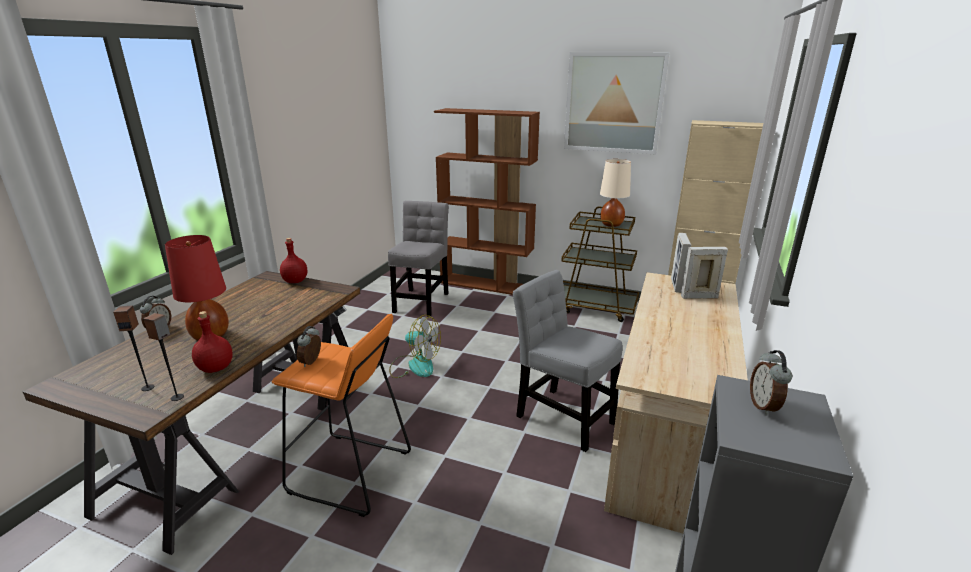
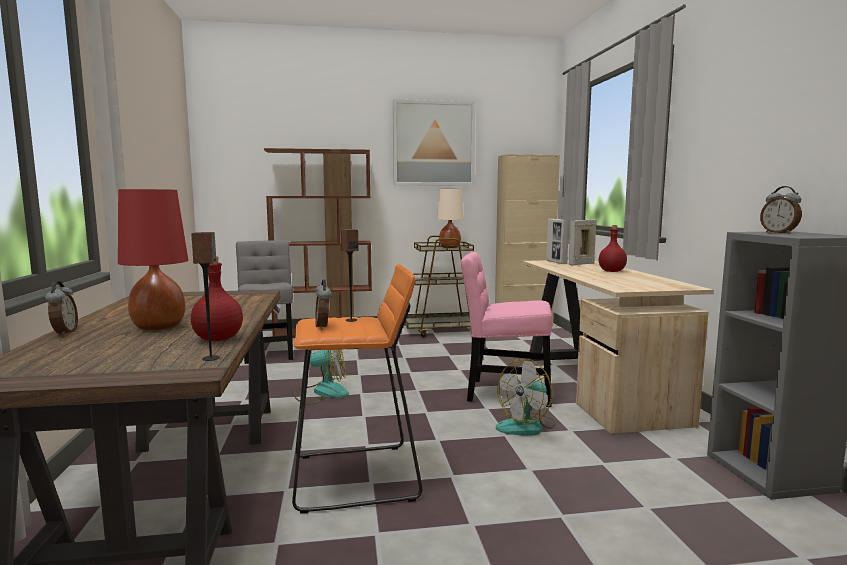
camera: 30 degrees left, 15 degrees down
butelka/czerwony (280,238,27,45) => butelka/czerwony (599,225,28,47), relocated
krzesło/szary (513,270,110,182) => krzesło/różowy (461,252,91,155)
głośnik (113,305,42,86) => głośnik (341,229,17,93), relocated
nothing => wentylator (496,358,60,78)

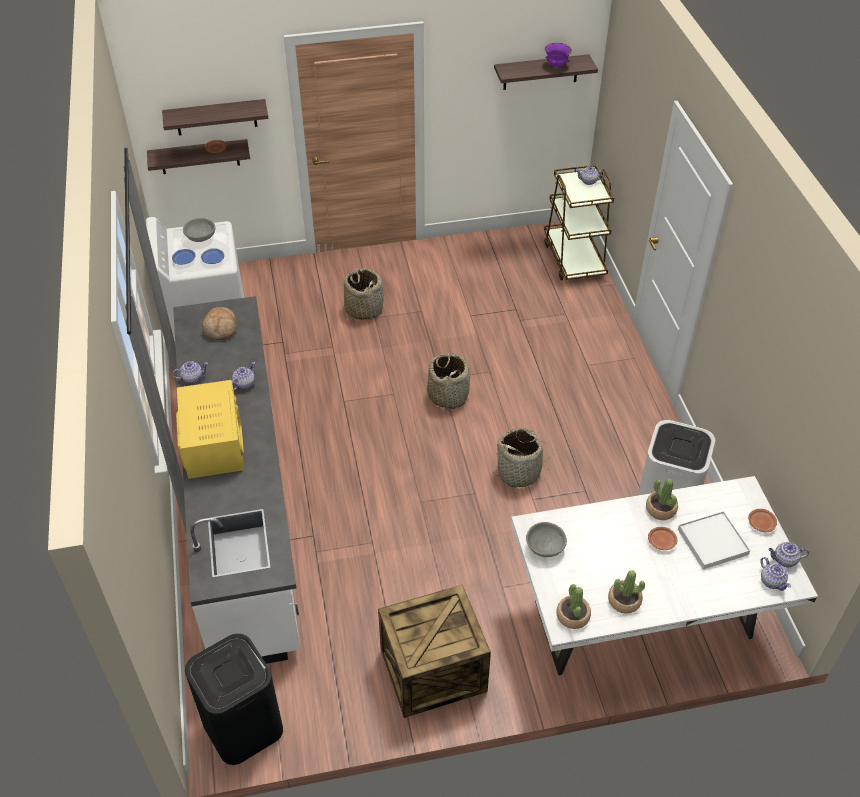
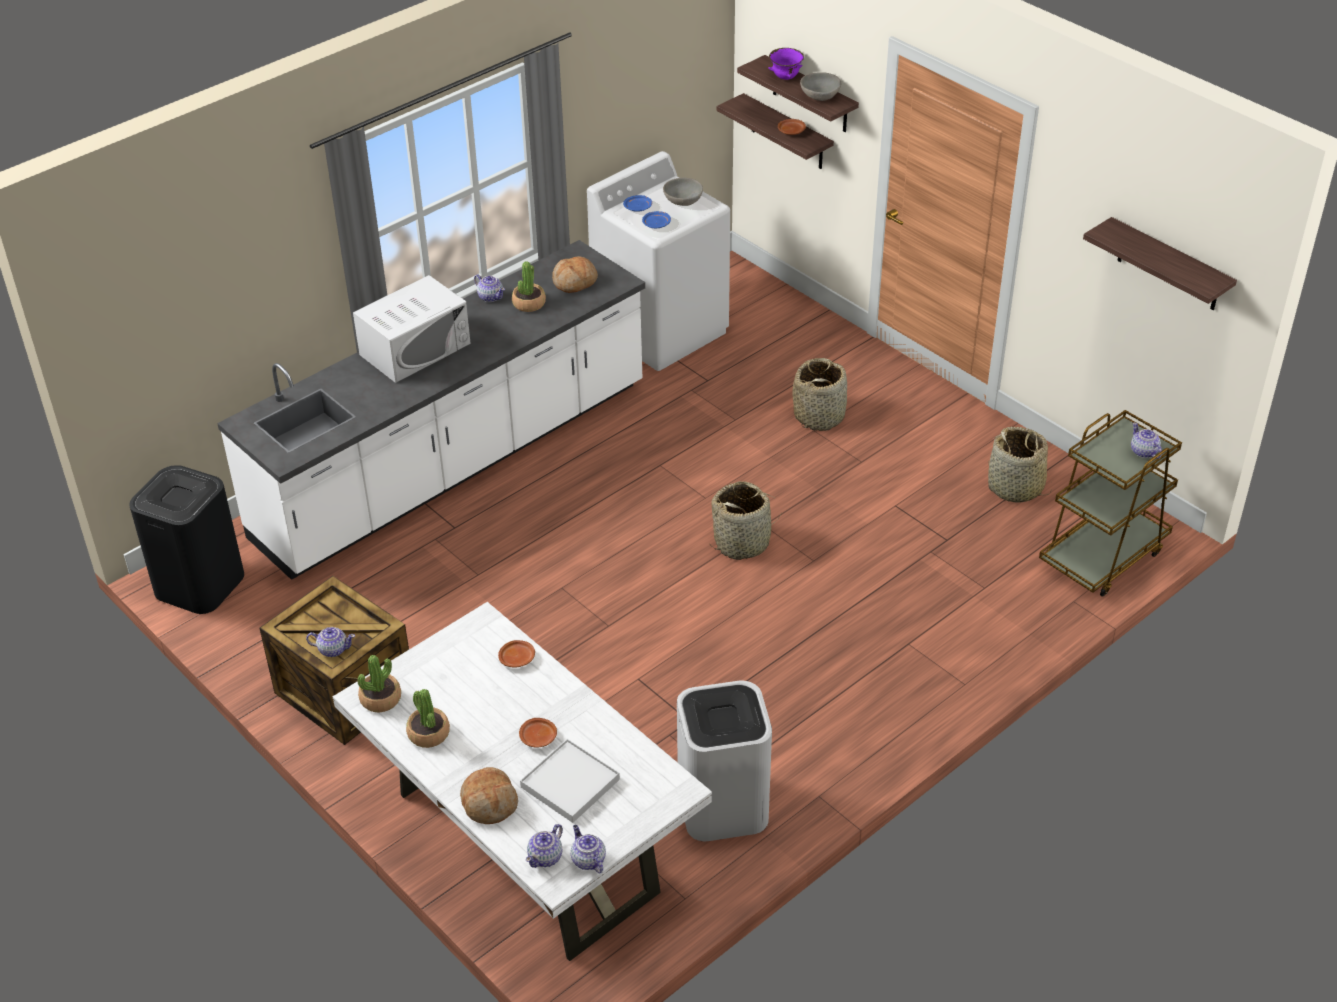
camera: 60 degrees right, 5 degrees down
miska/fioletowy (545,43,27,24) => miska/fioletowy (768,48,36,32), relocated
imbryk (232,362,23,28) => imbryk (306,627,49,30), relocated
mikrofalówka/żółty (176,380,68,99) => mikrofalówka/biały (353,275,118,108)
koszyk (493,427,60,60) => koszyk (988,427,64,76), relocated
roślina doniczkowa (646,479,32,41) => roślina doniczkowa (512,262,34,50), relocated
talerz/brązowy (748,509,29,23) => talerz/brązowy (498,640,37,28), relocated
miska/szary (526,522,41,35) => miska/szary (800,72,41,29), relocated
nothing => chleb (460,767,58,57)

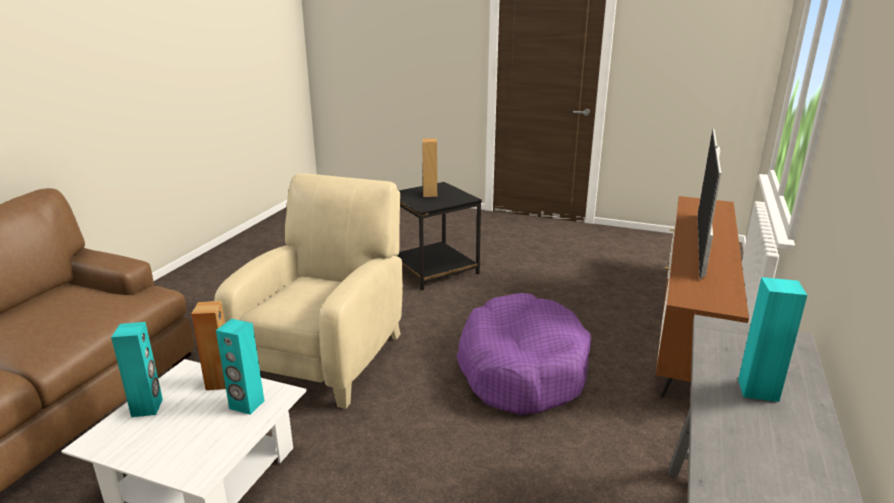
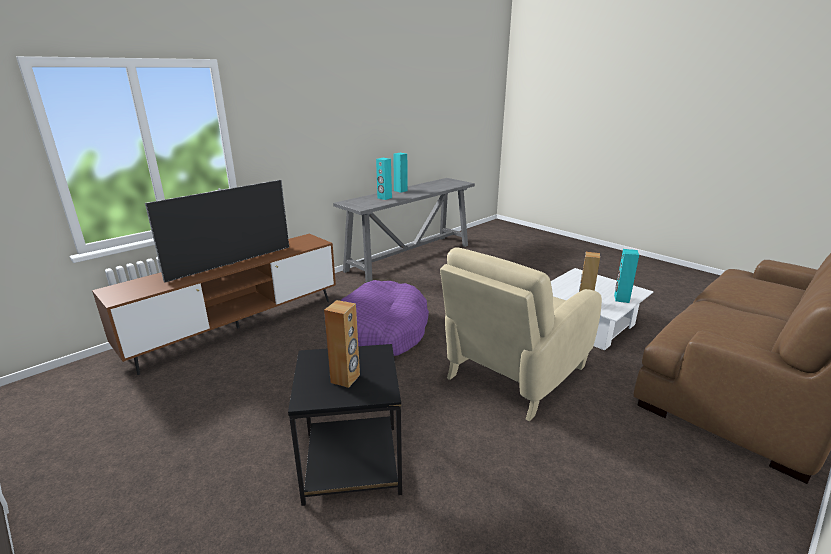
camera: 155 degrees left, 0 degrees up
głośnik/turkusowy (216,319,48,96) => głośnik/turkusowy (393,153,15,40), relocated

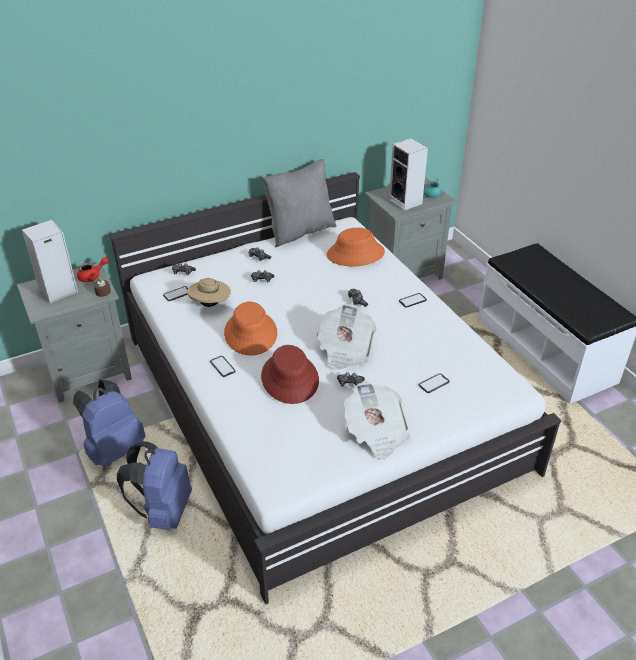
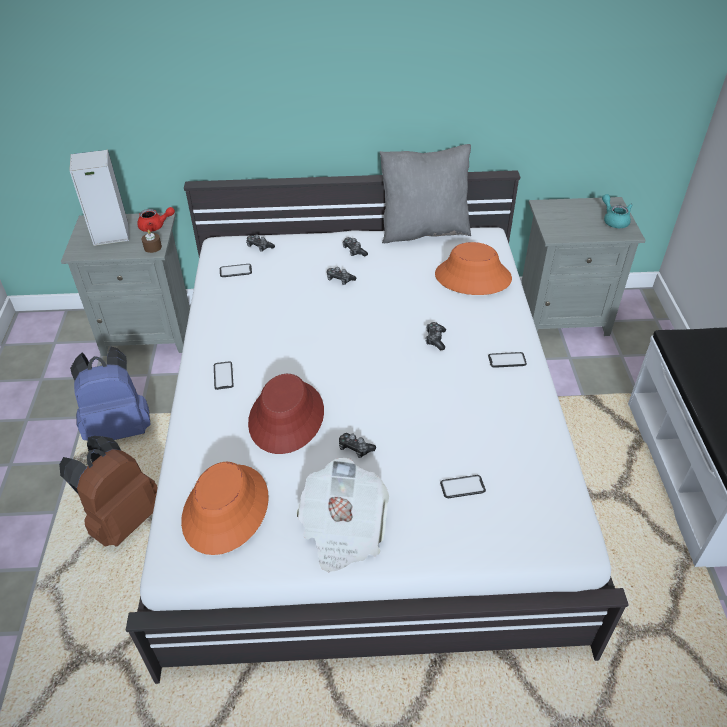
camera: 25 degrees right, 5 degrees up
głośnik (389,138,39,73) => nothing
kapelusz/beżowy (187,278,44,29) => nothing
kapelusz/pomarańczowy (224,302,53,53) => kapelusz/pomarańczowy (181,462,88,93), relocated
gazeta (317,304,59,66) => nothing
plecak/niebieski (117,441,75,89) => plecak/brązowy (59,436,99,111)

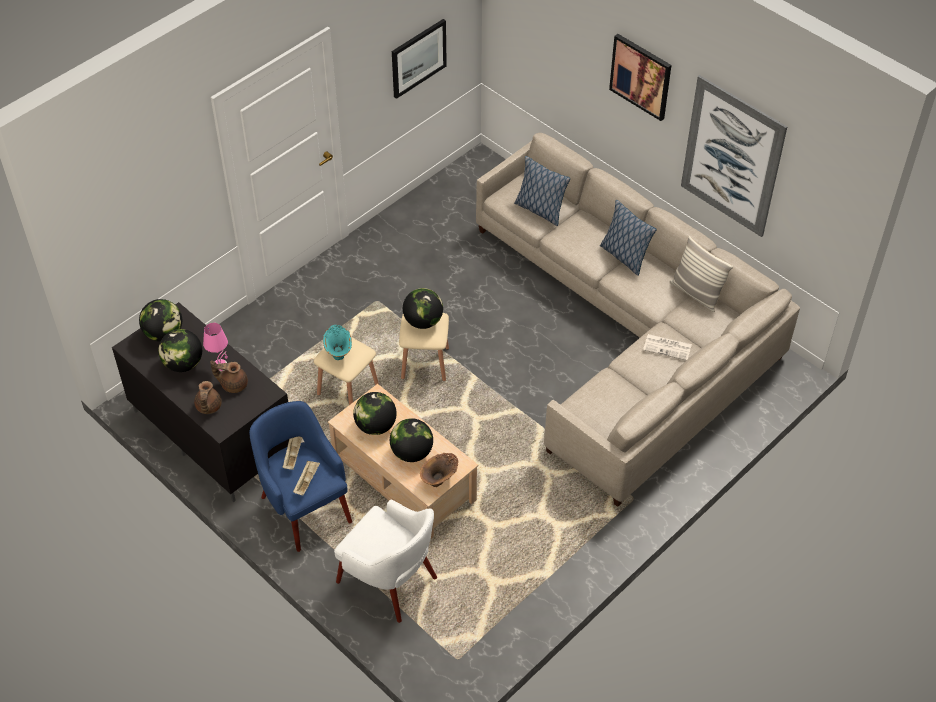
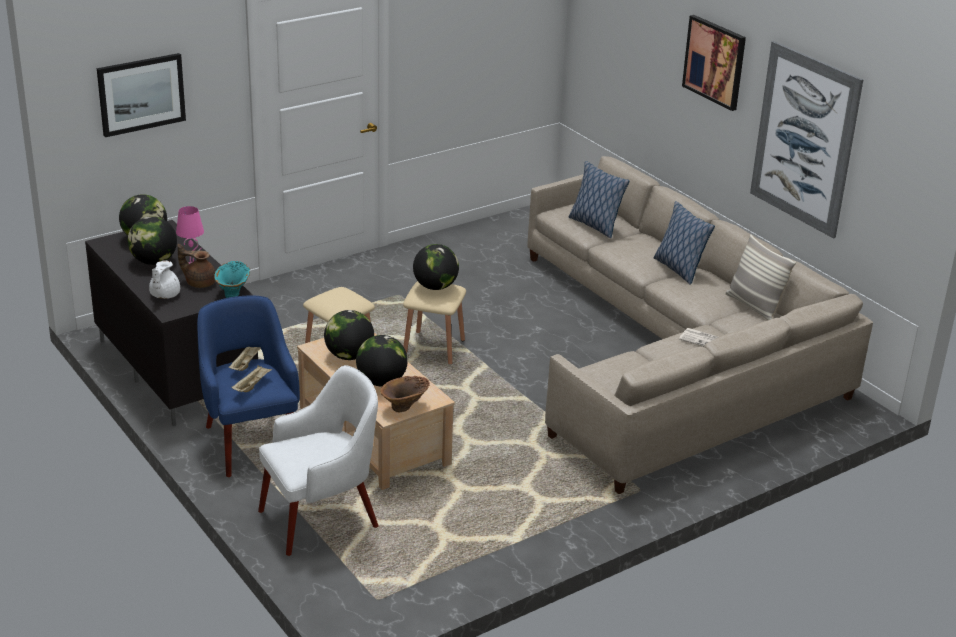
camera: 10 degrees right, 20 degrees down
obraz (392,19,55,80) => obraz (97,53,89,84), relocated
wazon/turkusowy (323,325,29,35) => wazon/turkusowy (214,261,36,37), relocated
imbryk/brązowy (194,381,28,33) => imbryk/biały (149,261,31,38)
fotel/biały (334,500,103,123) => fotel/biały (258,365,121,191), 75 degrees counterclockwise

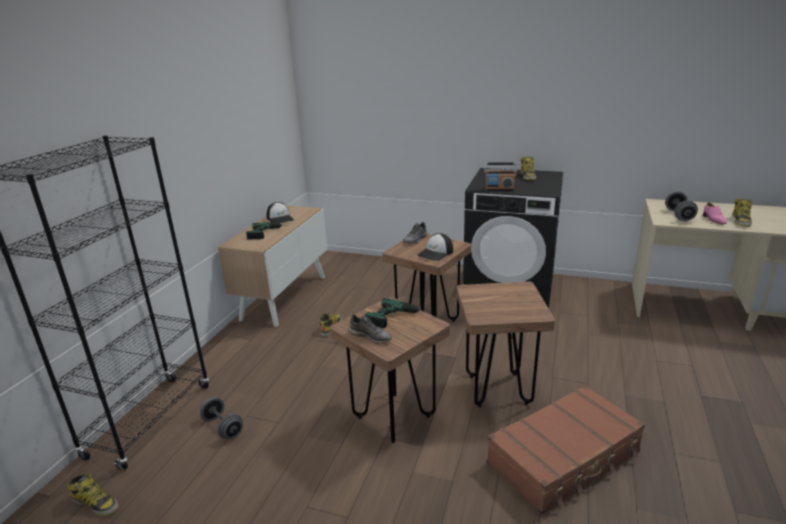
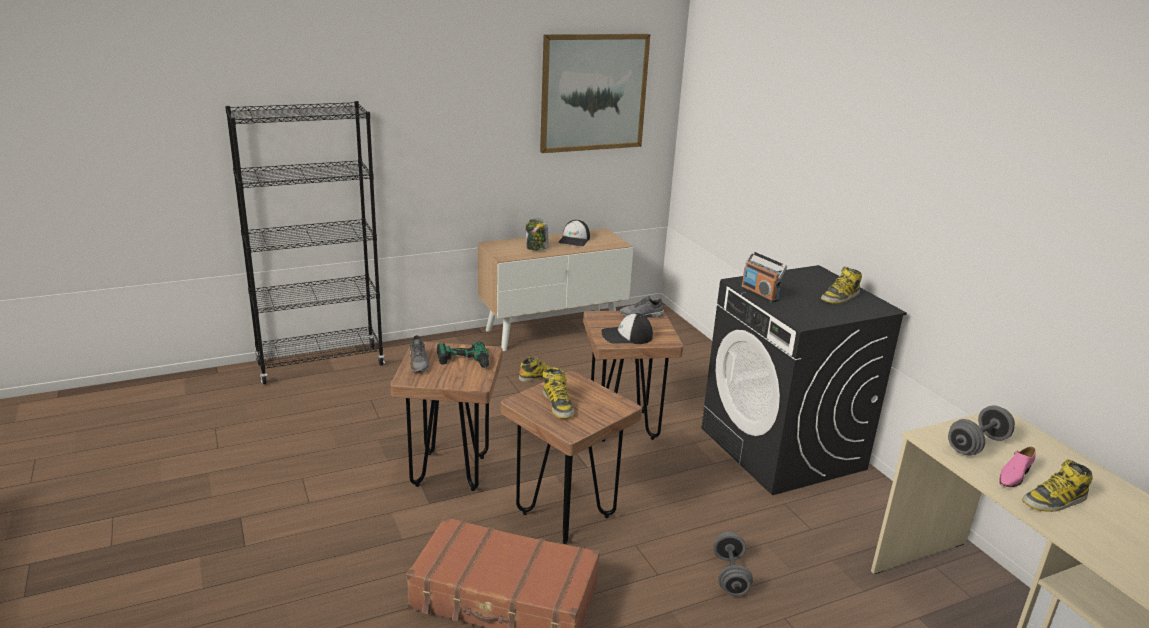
camera: 45 degrees right, 0 degrees up
wiertarka (246,222,37,17) => słoik (526,219,23,31)
hantel/szary (200,397,43,42) => hantel/szary (713,532,40,64), relocated
but z cholewką (68,474,51,42) => but z cholewką (543,369,31,50), relocated
nothing => obraz (540,34,110,119)

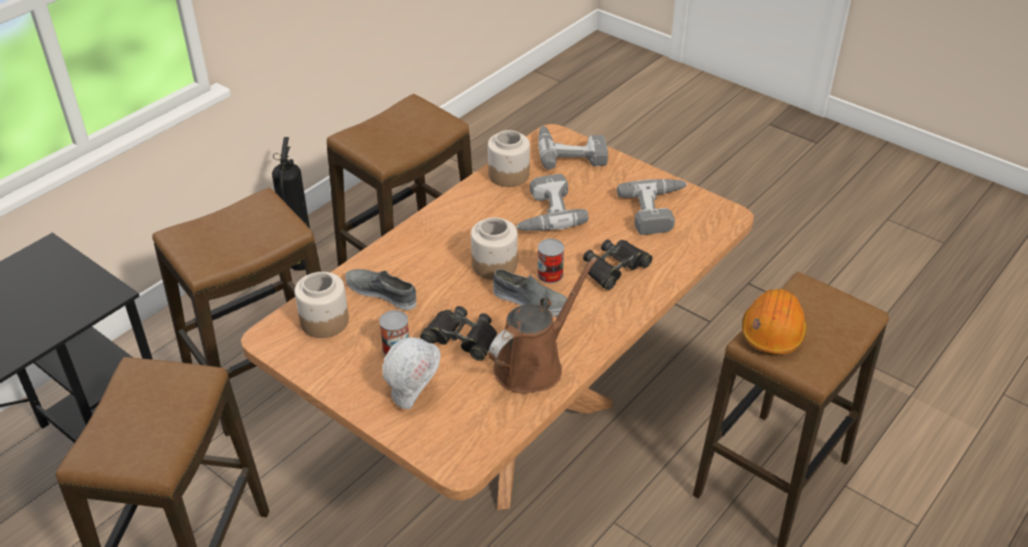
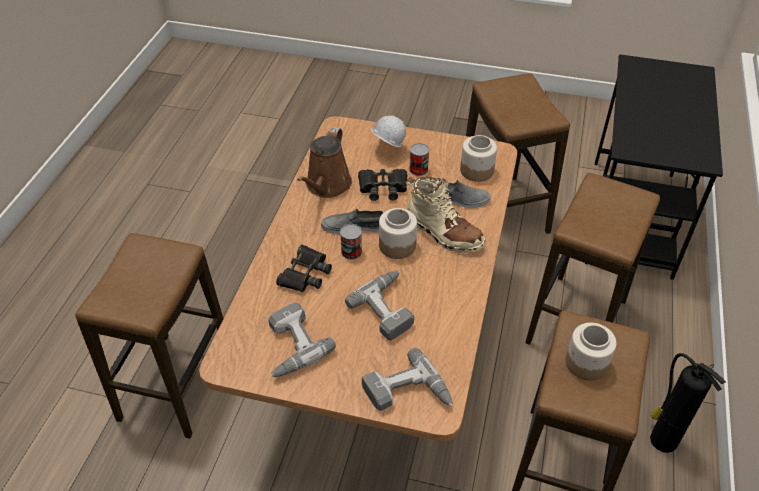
camera: 155 degrees right, 5 degrees up
słoik (488,130,42,57) => słoik (566,323,51,58), relocated
kask/pomarańczowy (742,289,65,66) => nothing
nothing => but z cholewką/beżowy (405,177,81,76)

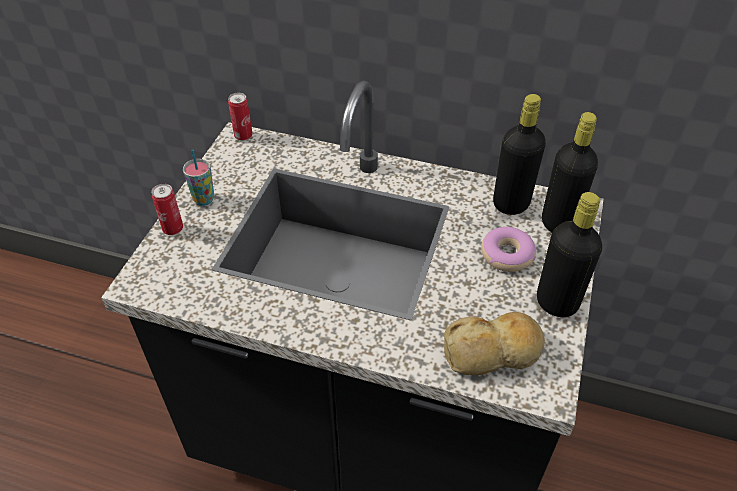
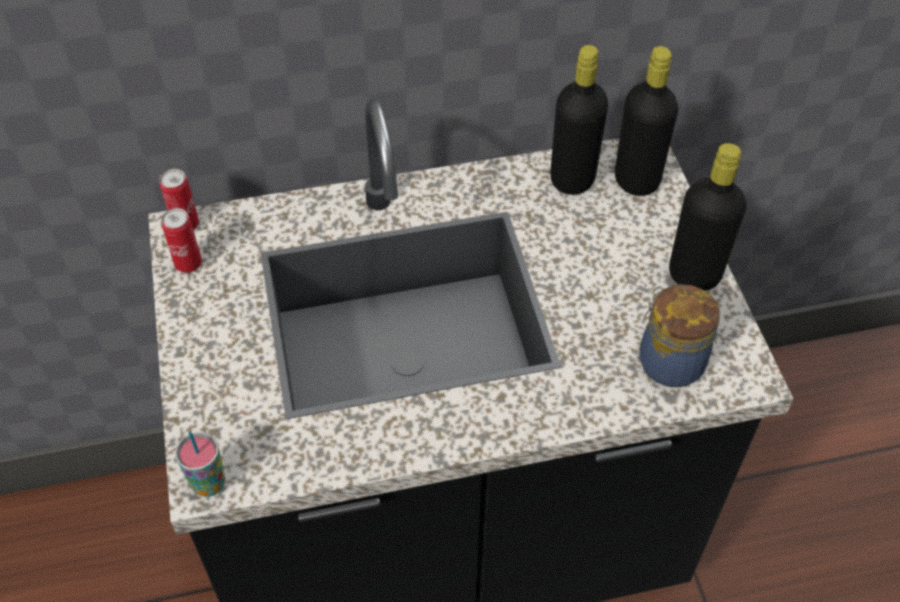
camera: 30 degrees left, 5 degrees up
filiżanka (183,150,31,56) => filiżanka (175,431,50,66), relocated
puszka (151,184,32,51) => puszka (161,208,41,65), relocated
donut (481,227,55,45) => nothing
chleb (444,312,101,63) => słoik (640,284,80,103)

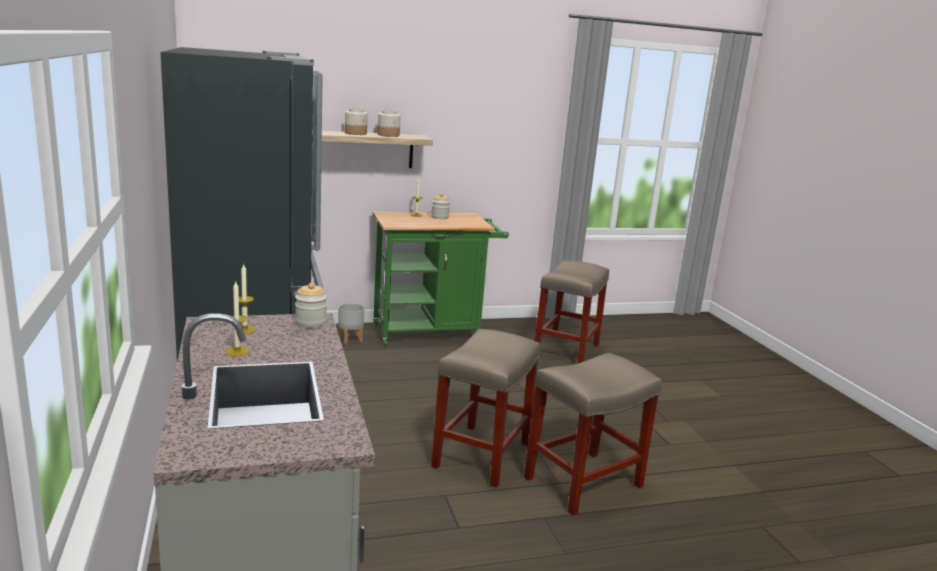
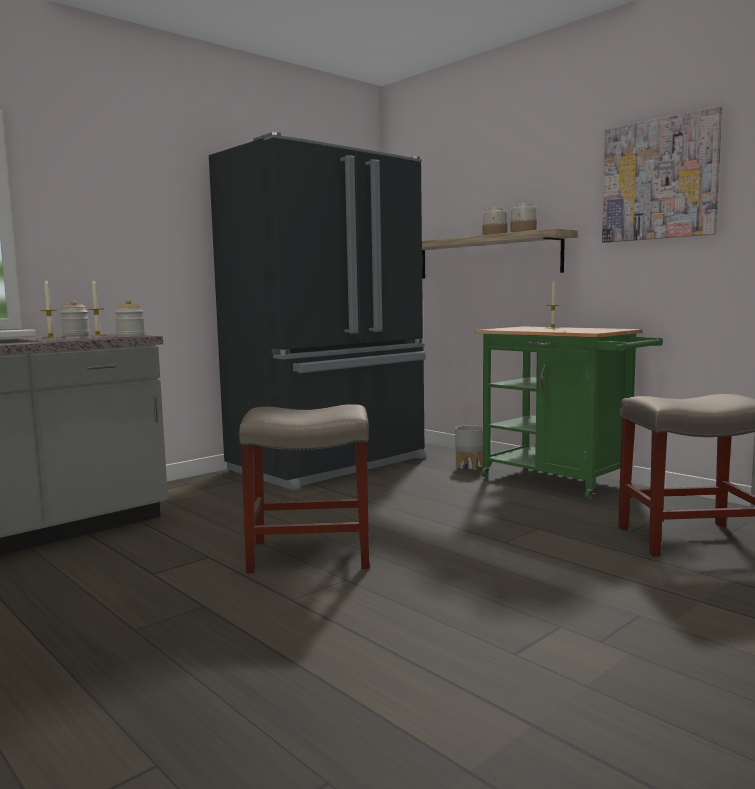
camera: 65 degrees right, 10 degrees down
słoik (431,193,19,26) => słoik (60,300,30,36), relocated
stołek/beżowy (524,353,138,162) => nothing
nothing => obraz (602,106,120,137)

